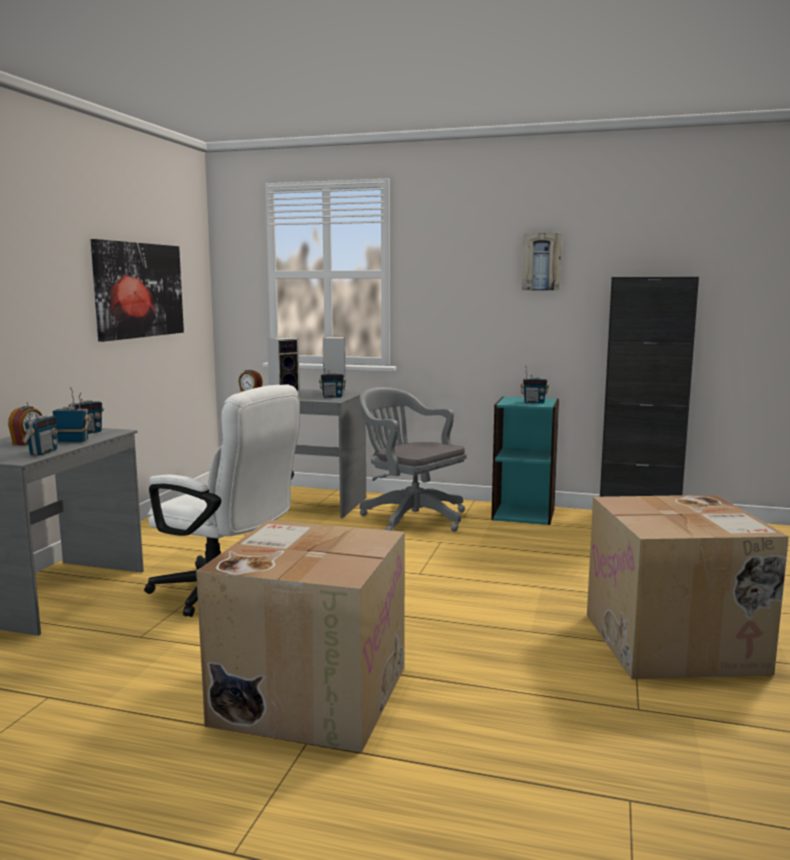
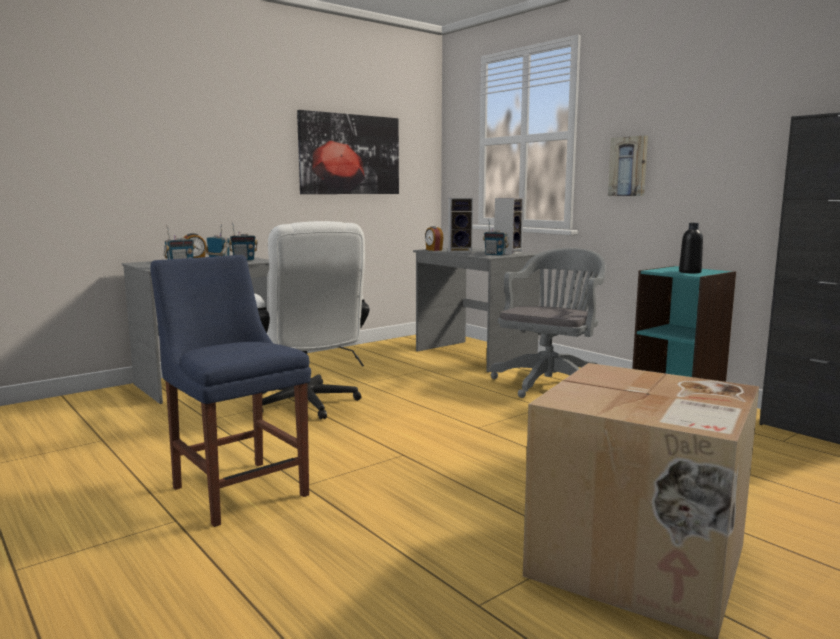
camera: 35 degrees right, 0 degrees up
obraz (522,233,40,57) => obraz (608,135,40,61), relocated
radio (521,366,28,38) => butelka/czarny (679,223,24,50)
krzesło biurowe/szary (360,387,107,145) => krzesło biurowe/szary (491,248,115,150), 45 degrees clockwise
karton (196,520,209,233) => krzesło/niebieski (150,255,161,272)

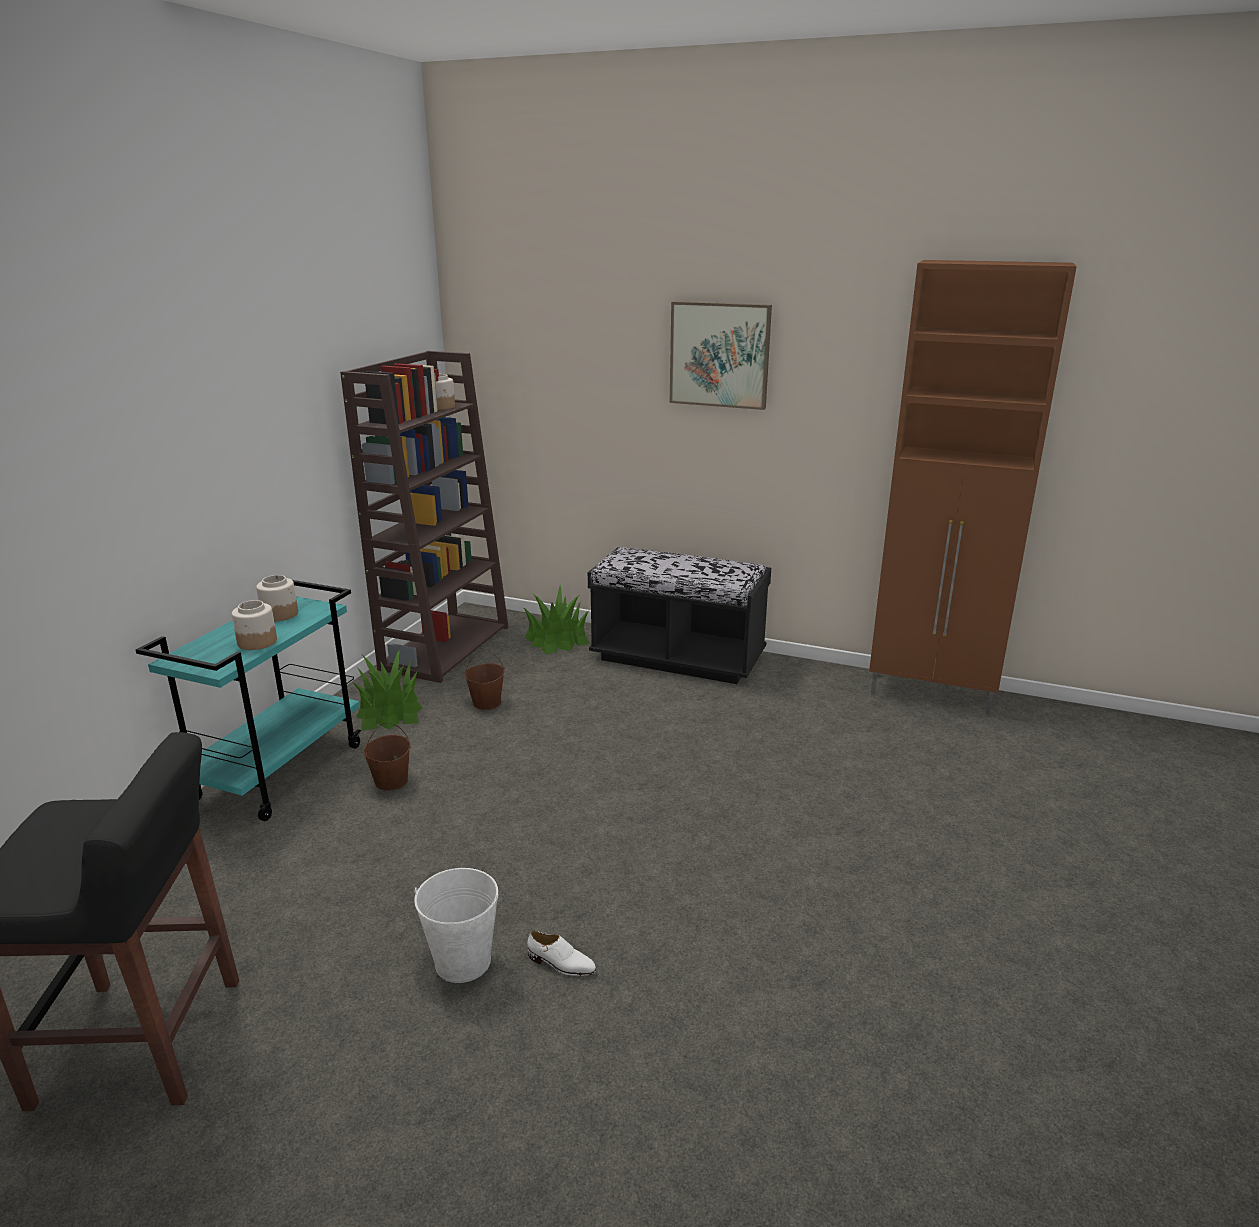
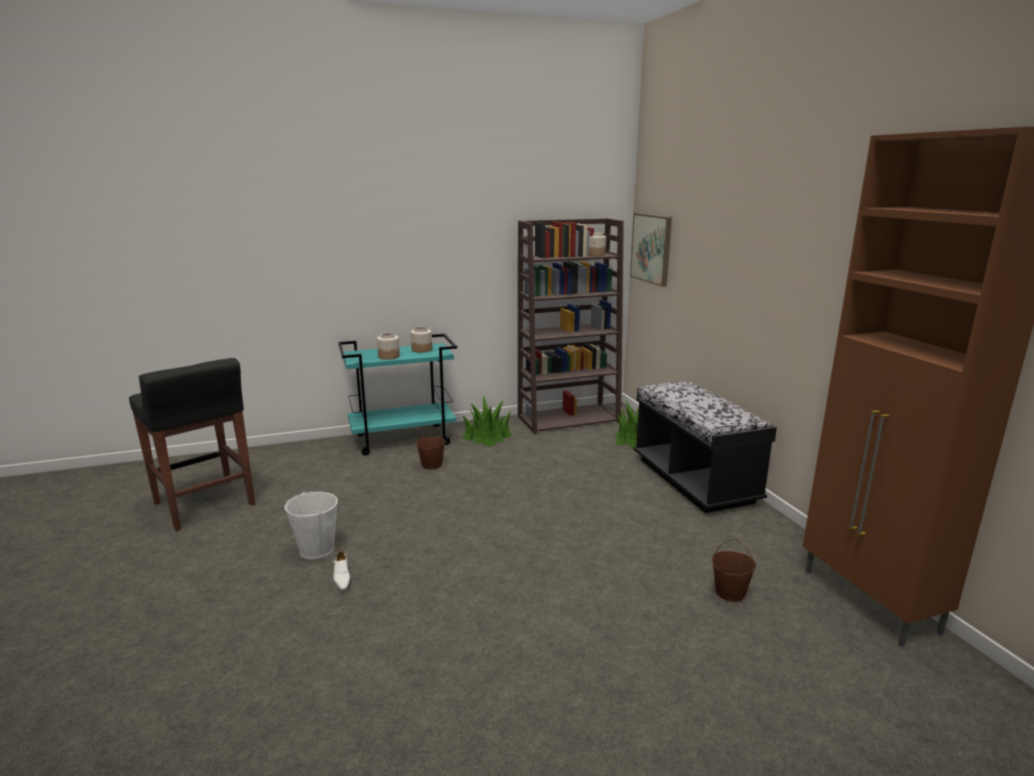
camera: 50 degrees right, 5 degrees down
obraz (670,301,102,109) => obraz (630,213,42,74), relocated
wiadro/brązowy (464,650,41,60) => wiadro/brązowy (712,540,44,62), relocated

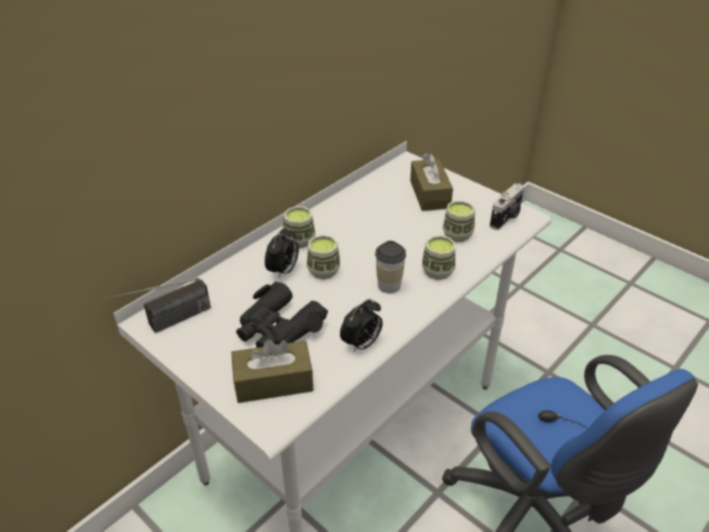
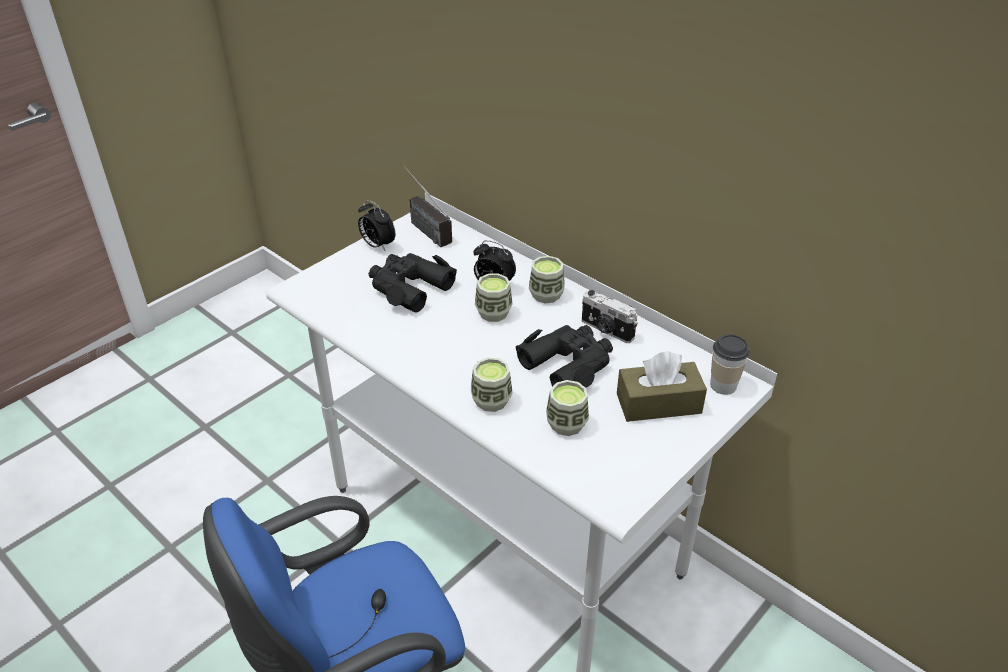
camera: 90 degrees right, 0 degrees up
aparat fotograficzny (490,183,34,47) => aparat fotograficzny (582,290,55,53), relocated
filiżanka (375,241,31,53) => filiżanka (710,334,40,61), relocated
budzik (340,298,43,55) => budzik (358,200,37,52), relocated
pudełko chusteczek/brązowy (231,340,83,63) => nothing
nothing => lornetka/czarny (516,325,97,63)

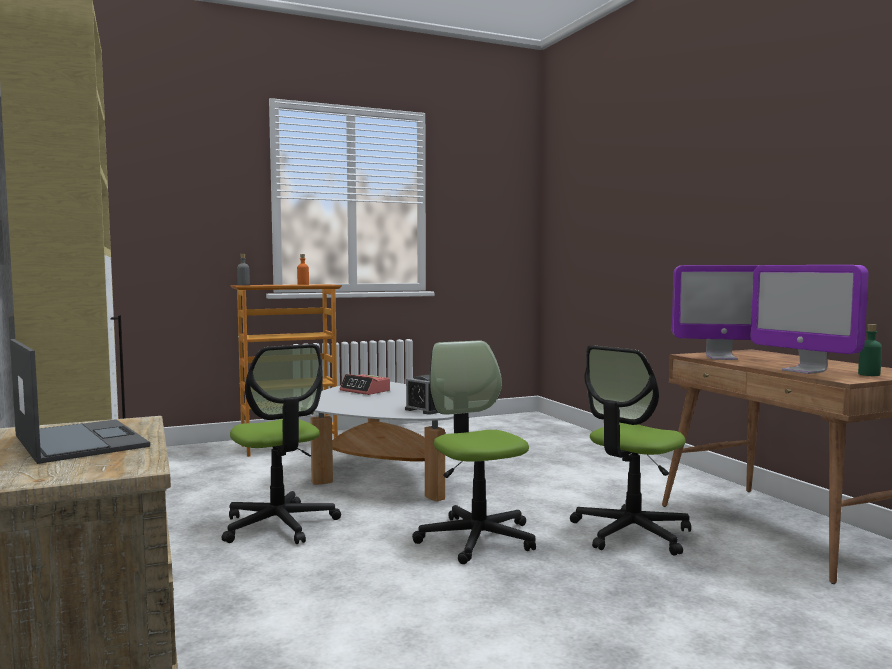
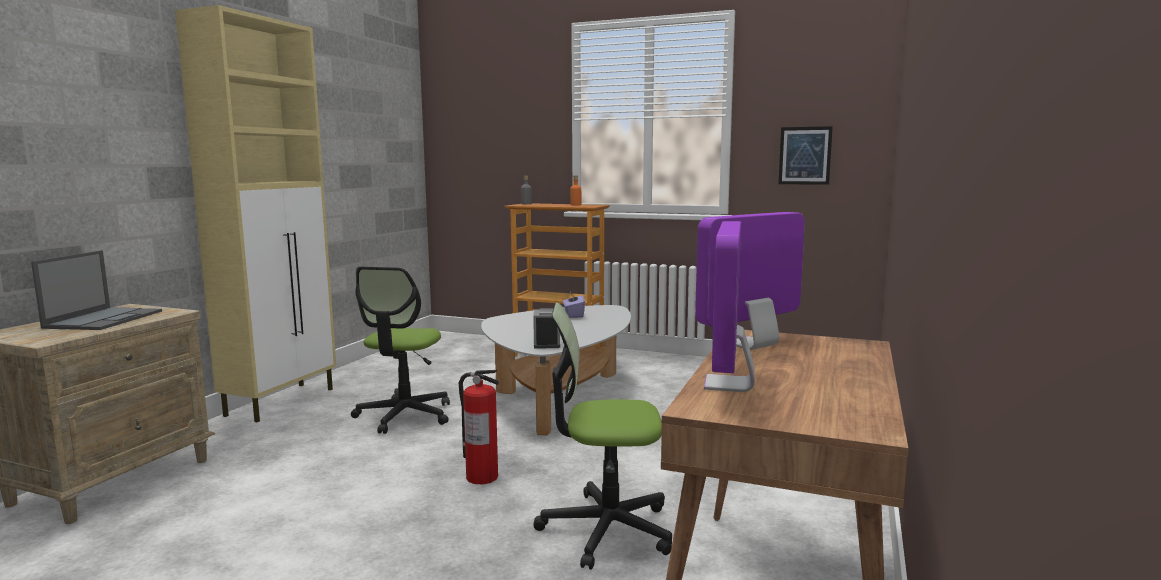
camera: 45 degrees right, 5 degrees up
monitor (672,265,87,95) => monitor (696,212,109,138), 90 degrees clockwise
butelka/zielony (858,324,24,52) => nothing
krzesło biurowe (412,340,124,224) => gaśnica (459,370,40,114)
budzik (340,374,50,21) => pudełko chusteczek/fioletowy (563,291,22,27)
nothing => obraz (778,126,55,59)

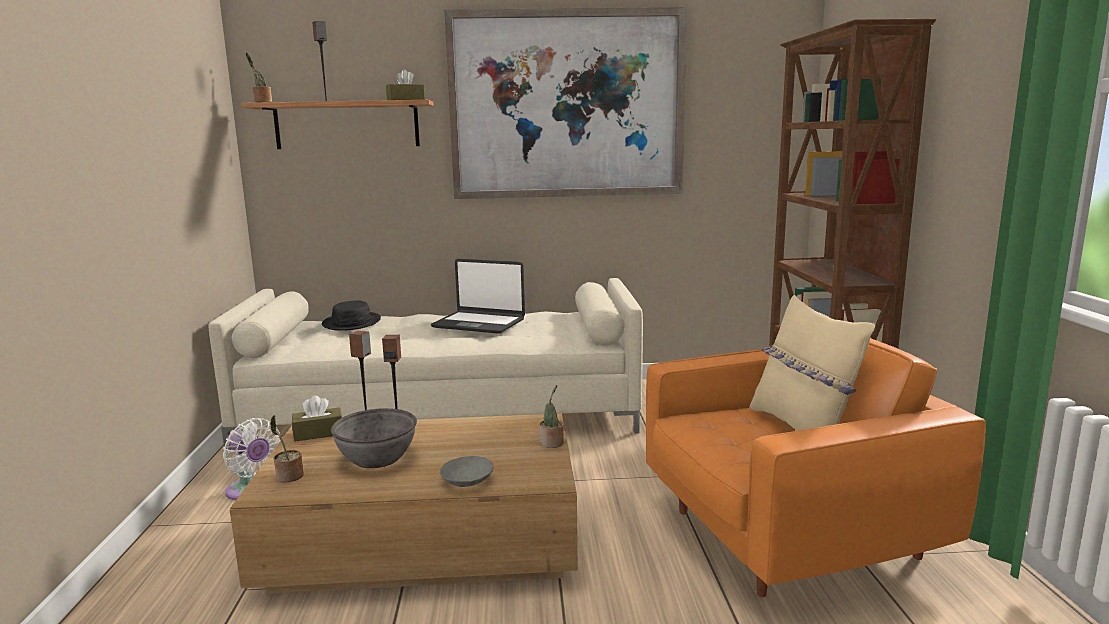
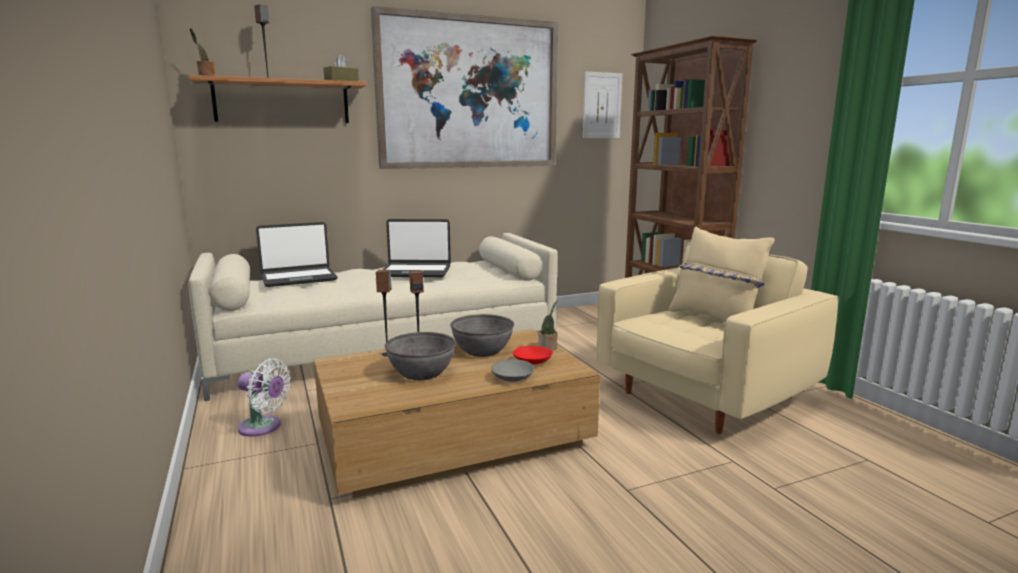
camera: 20 degrees left, 0 degrees up
kapelusz/czarny (322,300,59,31) => laptop (256,222,82,65)
fotel/pomarańczowy (646,338,340,259) => fotel/beżowy (597,242,242,192)
pudełko chusteczek/brązowy (292,395,50,47) => nothing
roślina doniczkowa (270,415,33,67) => nothing
nothing => obraz (583,71,39,67)
nothing => miska/szary (450,314,64,43)
nothing => miska/czerwony (513,346,40,18)

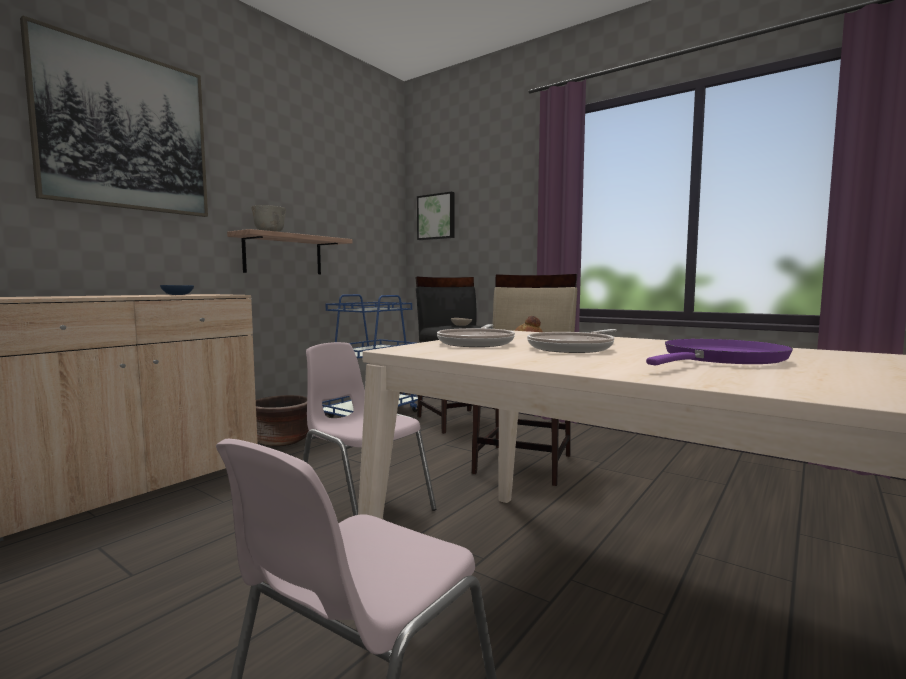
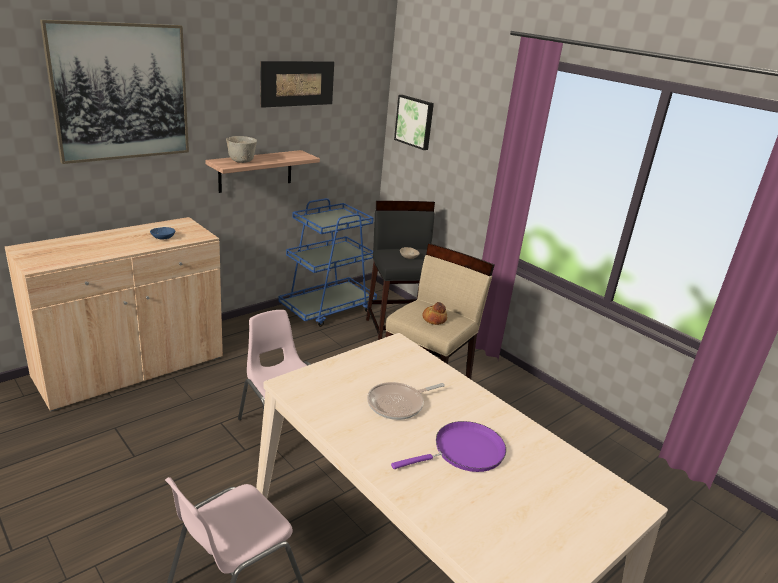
camera: 10 degrees right, 20 degrees up
patelnia (437,324,78,23) => nothing
donica/brązowy (256,395,53,51) => nothing
nothing => obraz (260,61,74,47)

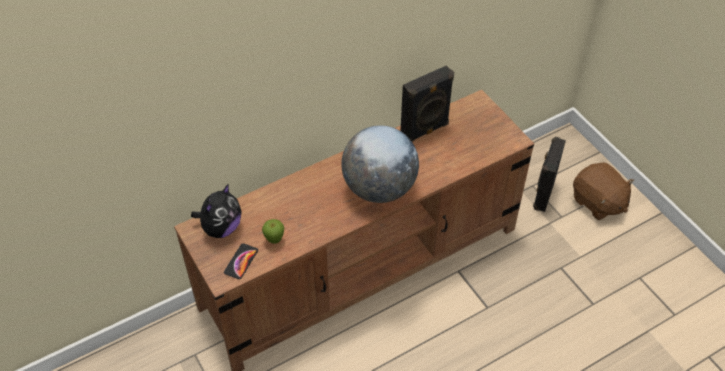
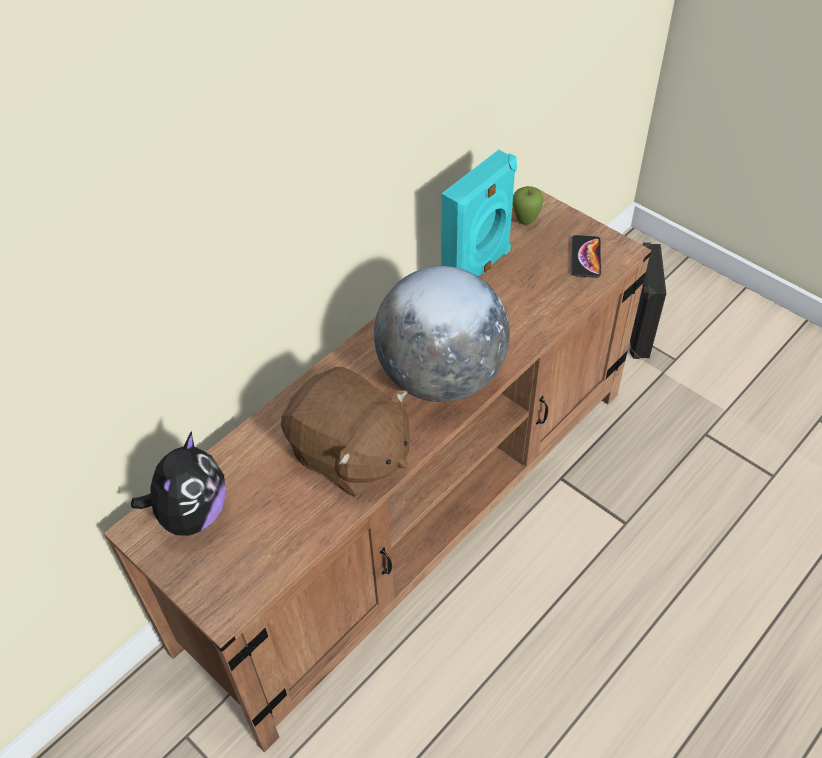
camera: 15 degrees left, 0 degrees up
głośnik/czarny (400,65,54,76) => głośnik/turkusowy (441,150,76,126)
pluszak/brązowy (573,162,61,58) => pluszak/brązowy (281,366,129,131), relocated
jabłko (262,219,22,25) => jabłko (512,186,32,39), relocated
telefon (224,243,34,36) => telefon (571,235,30,43), relocated

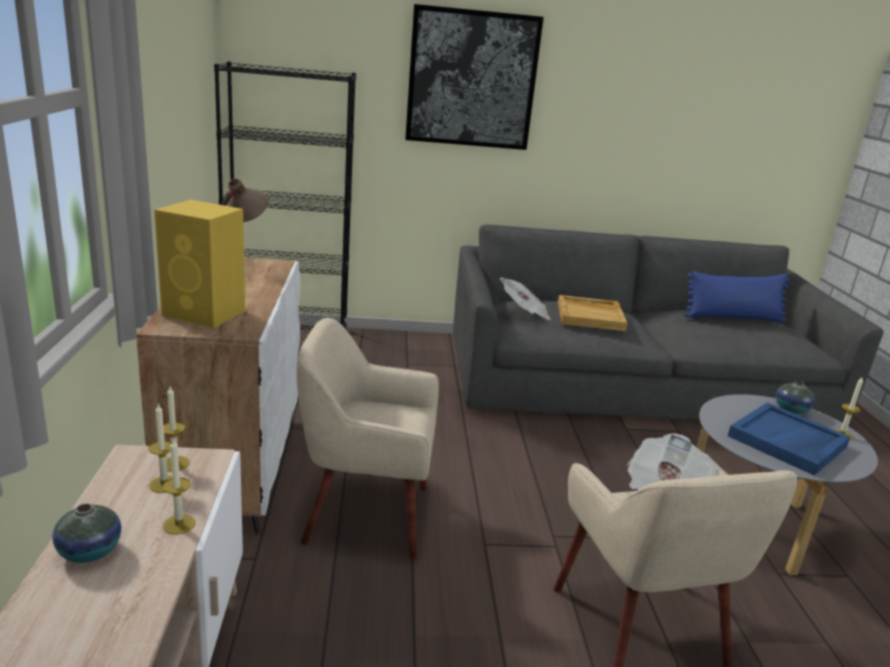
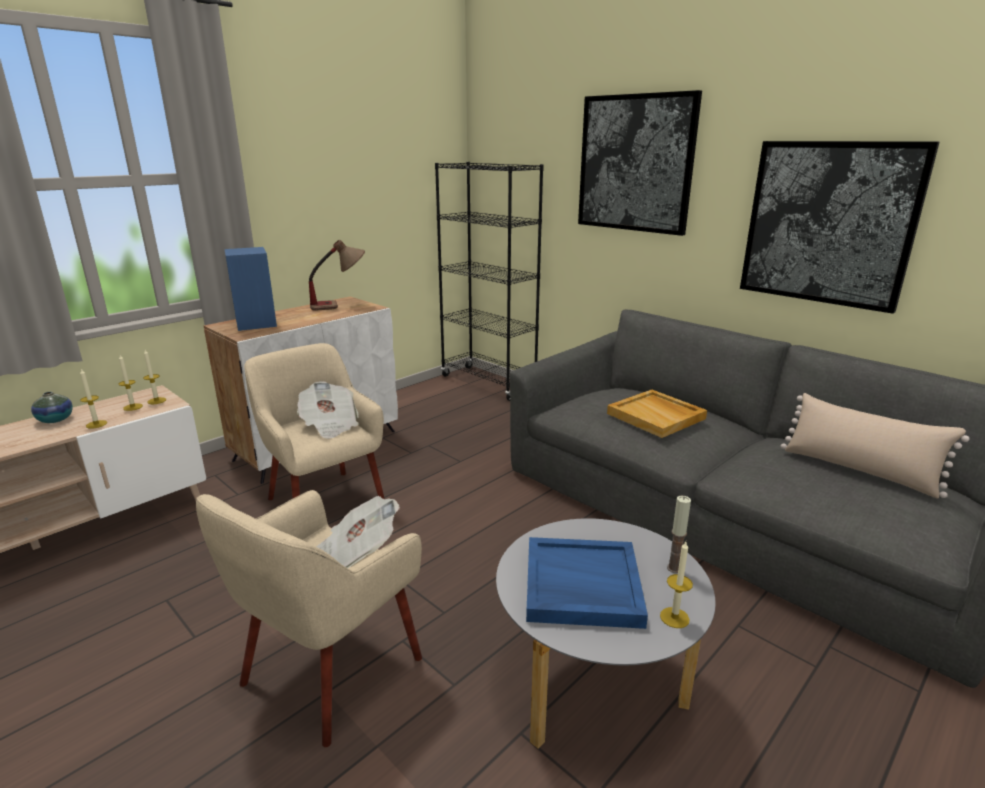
camera: 50 degrees right, 0 degrees up
głośnik/żółty (154,200,91,128) => głośnik/niebieski (224,247,53,84)
poduszka/niebieski (684,271,106,52) => poduszka/beżowy (780,393,190,106)
gazeta (500,277,50,43) => gazeta (297,381,62,58), relocated
wazon (776,381,39,33) => świeca (667,496,24,77)
nothing => obraz (740,141,200,173)

